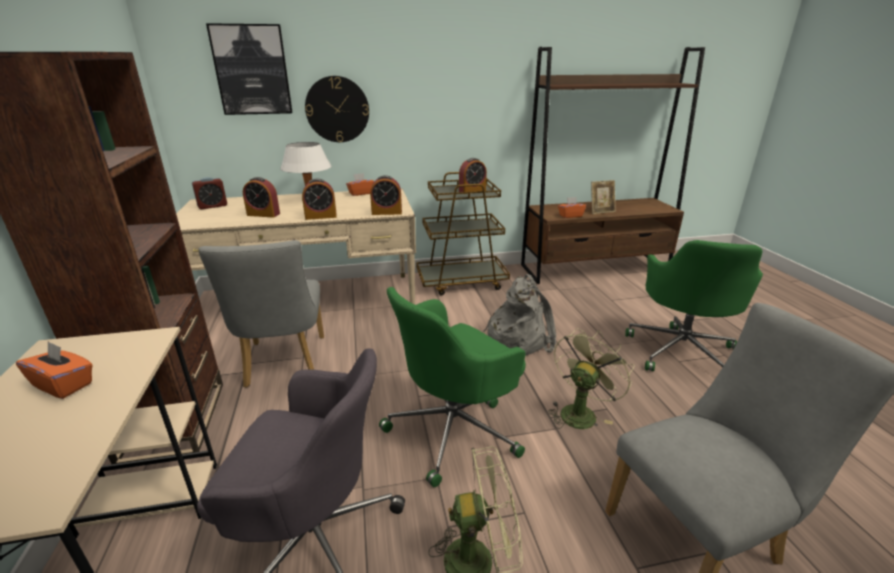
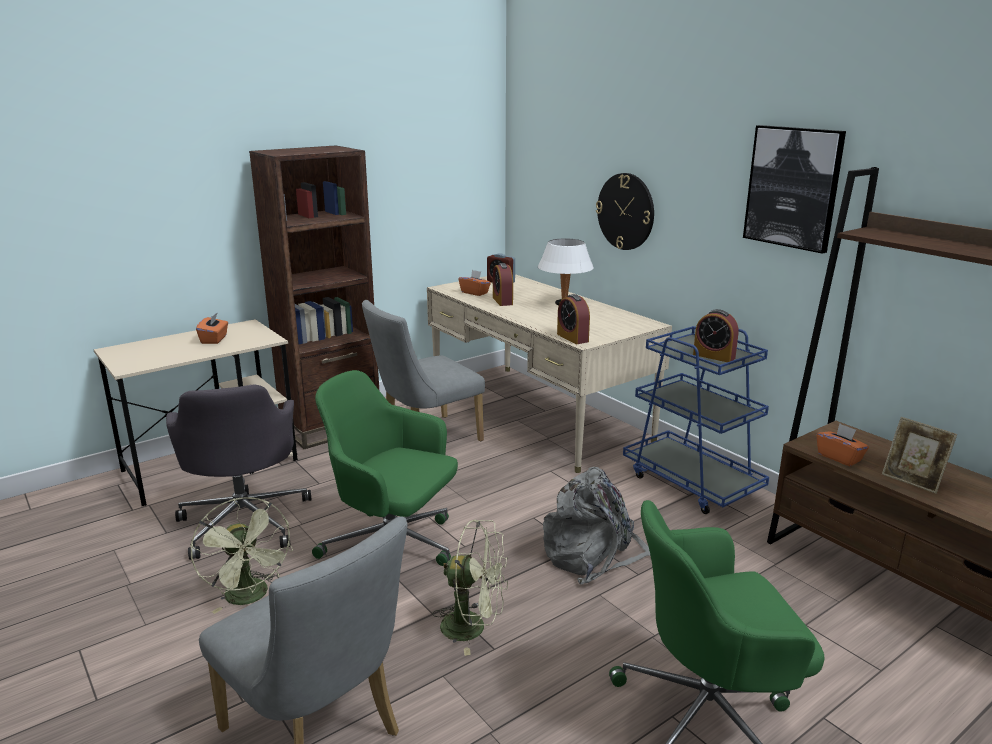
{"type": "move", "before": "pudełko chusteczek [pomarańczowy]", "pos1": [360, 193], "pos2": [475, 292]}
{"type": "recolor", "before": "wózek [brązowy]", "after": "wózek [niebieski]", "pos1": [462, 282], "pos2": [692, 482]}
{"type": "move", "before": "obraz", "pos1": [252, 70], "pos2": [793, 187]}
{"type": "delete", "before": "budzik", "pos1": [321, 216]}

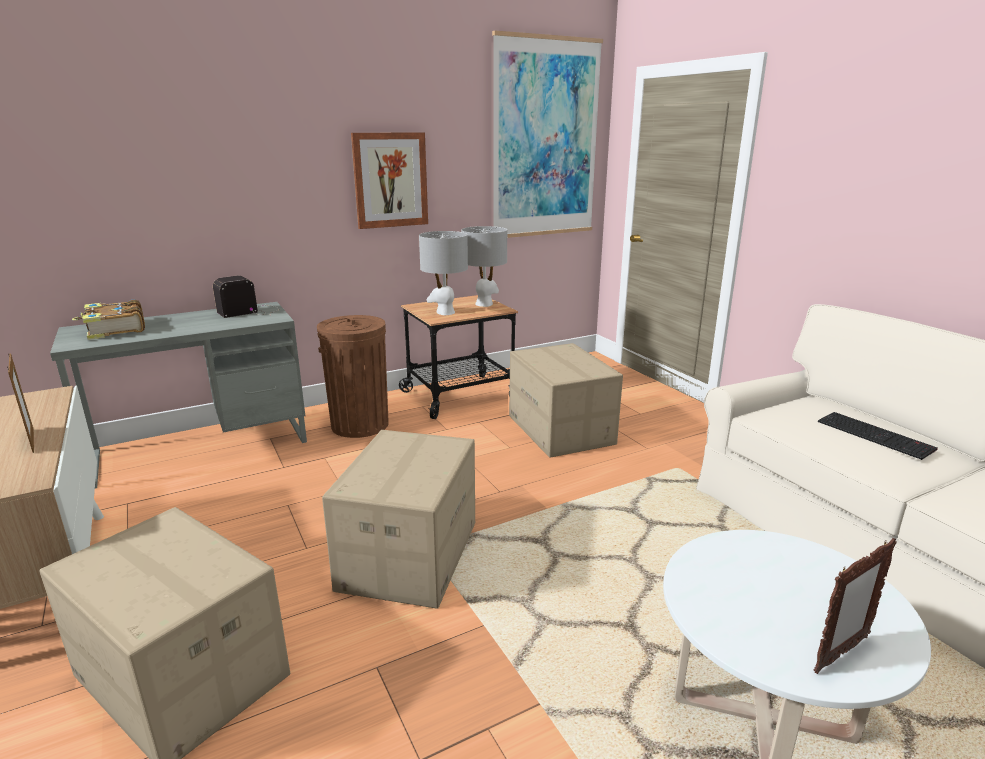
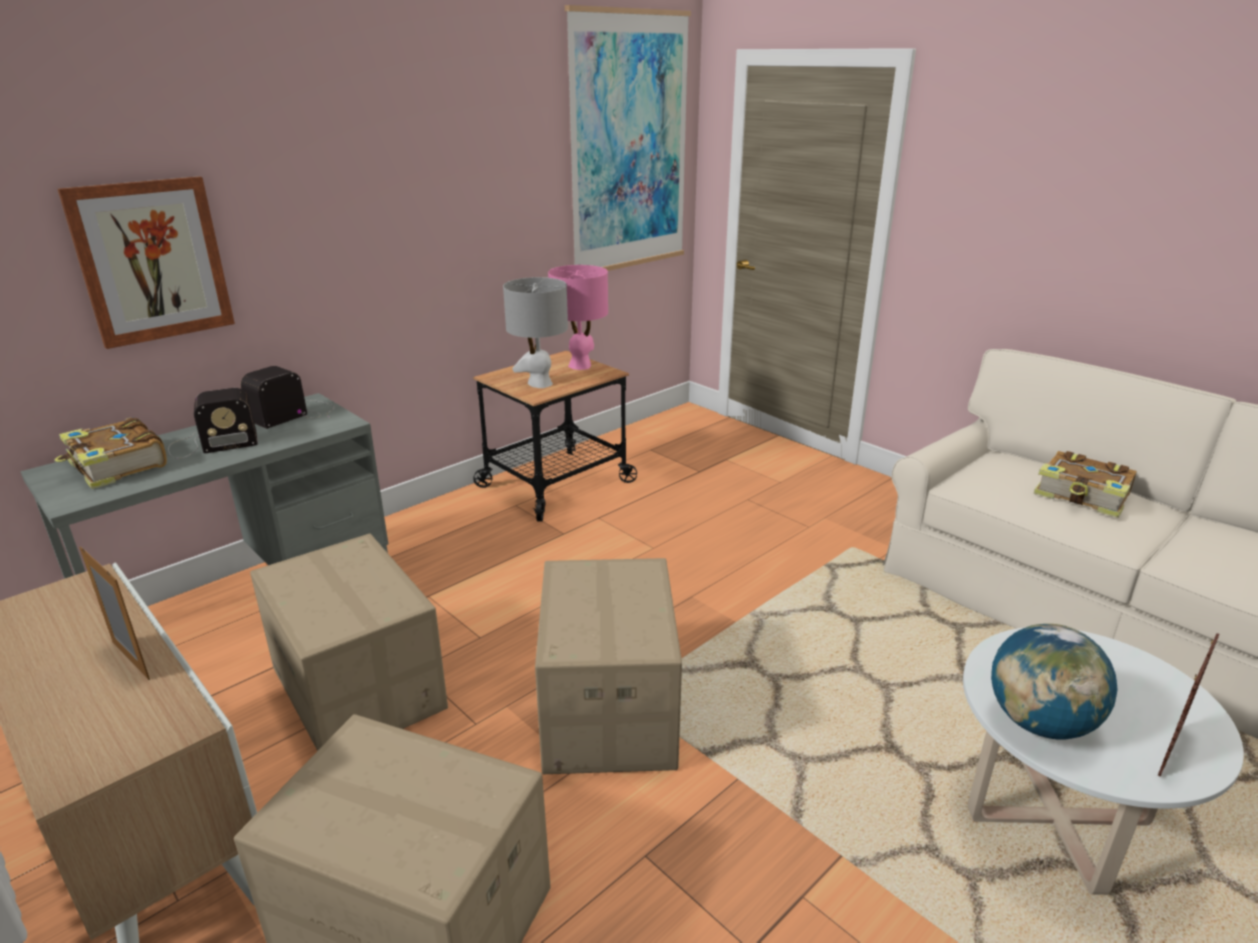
{"type": "move", "before": "obraz", "pos1": [390, 180], "pos2": [152, 261]}
{"type": "insert", "after": "radio", "pos2": [210, 444]}
{"type": "move", "before": "karton", "pos1": [561, 430], "pos2": [360, 688]}
{"type": "recolor", "before": "lampa stołowa [szary]", "after": "lampa stołowa [różowy]", "pos1": [484, 304], "pos2": [580, 365]}
{"type": "insert", "after": "globus", "pos2": [1039, 723]}
{"type": "replace", "before": "klawiatura", "after": "książka", "pos1": [876, 435], "pos2": [1083, 496]}
{"type": "delete", "before": "kosz na śmieci [brązowy]", "pos1": [360, 424]}

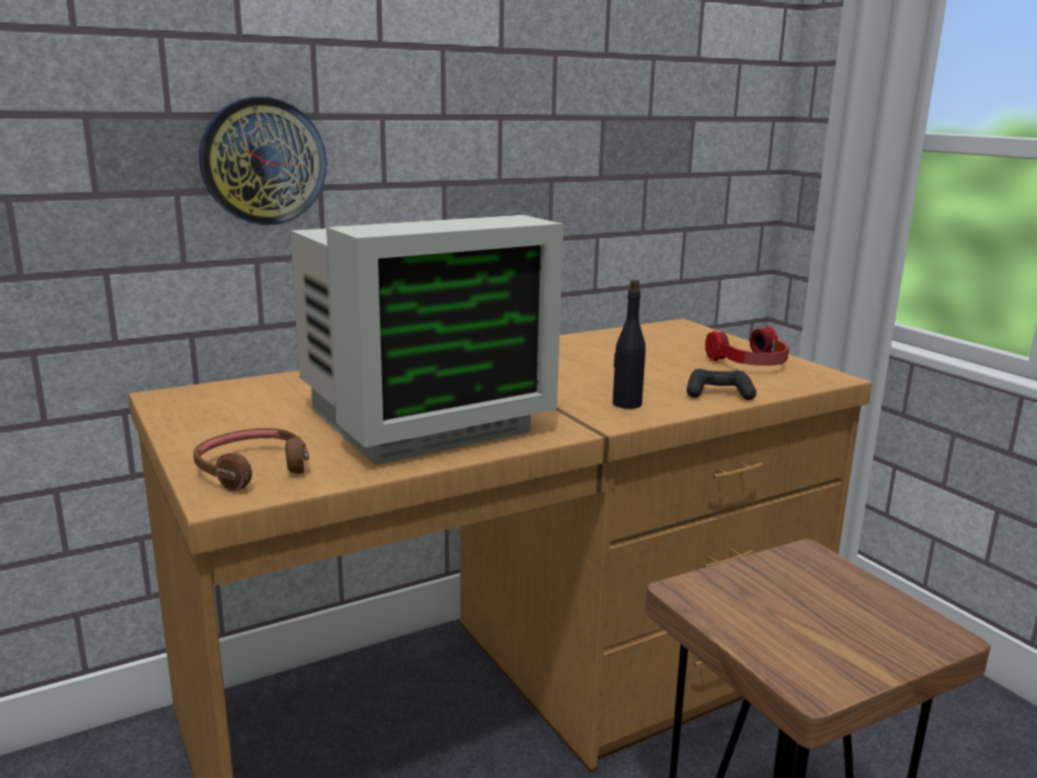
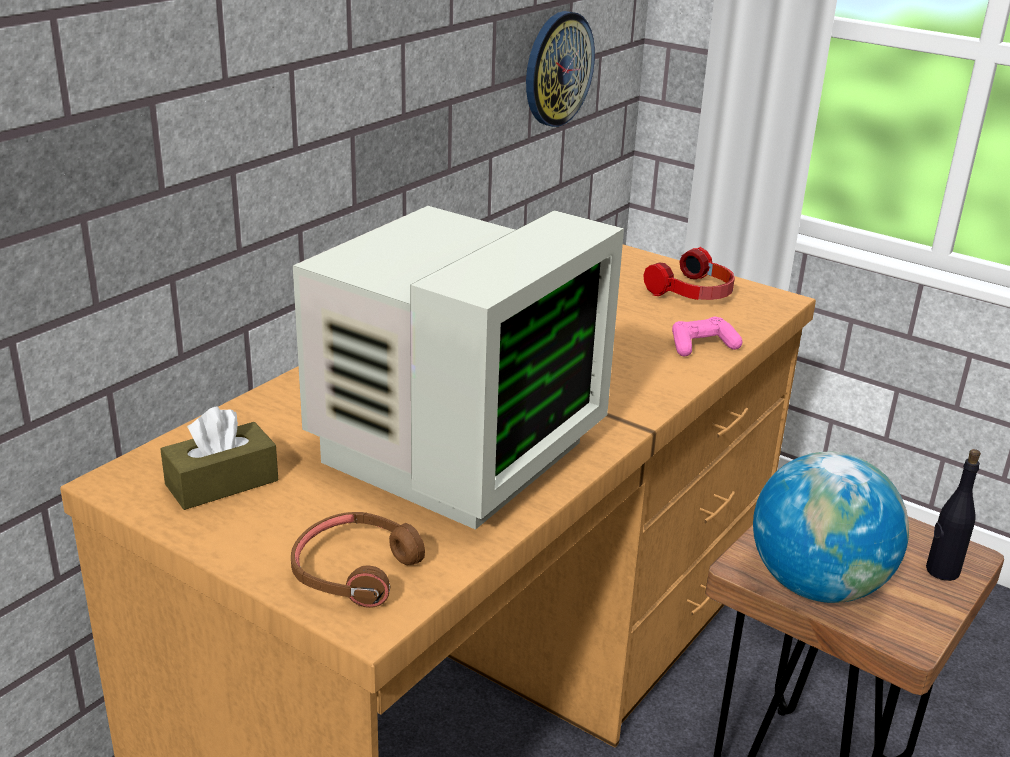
{"type": "insert", "after": "pudełko chusteczek [brązowy]", "pos2": [222, 482]}
{"type": "move", "before": "zegar ścienny", "pos1": [263, 161], "pos2": [557, 69]}
{"type": "recolor", "before": "pad do gier [czarny]", "after": "pad do gier [różowy]", "pos1": [719, 394], "pos2": [702, 346]}
{"type": "insert", "after": "globus", "pos2": [817, 585]}
{"type": "move", "before": "butelka [czarny]", "pos1": [626, 404], "pos2": [942, 571]}

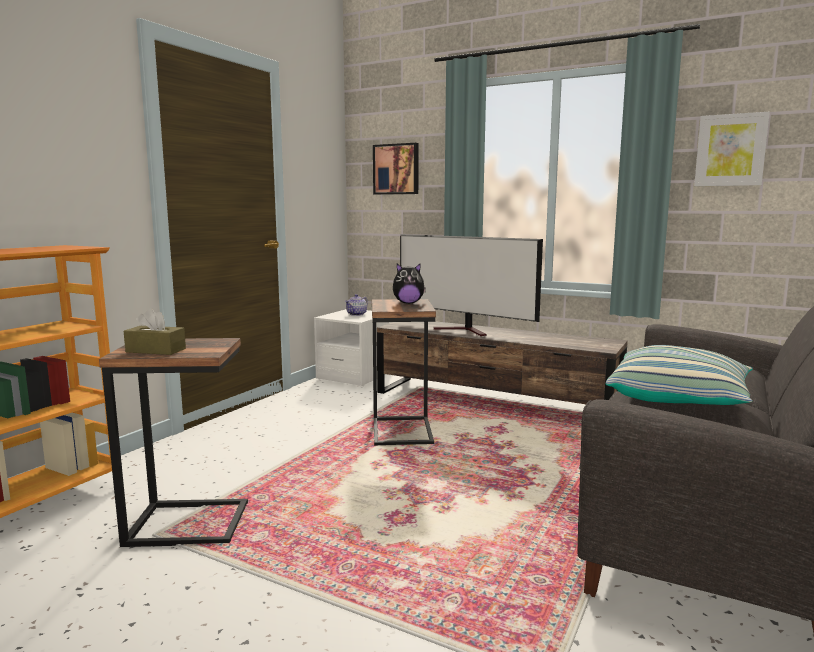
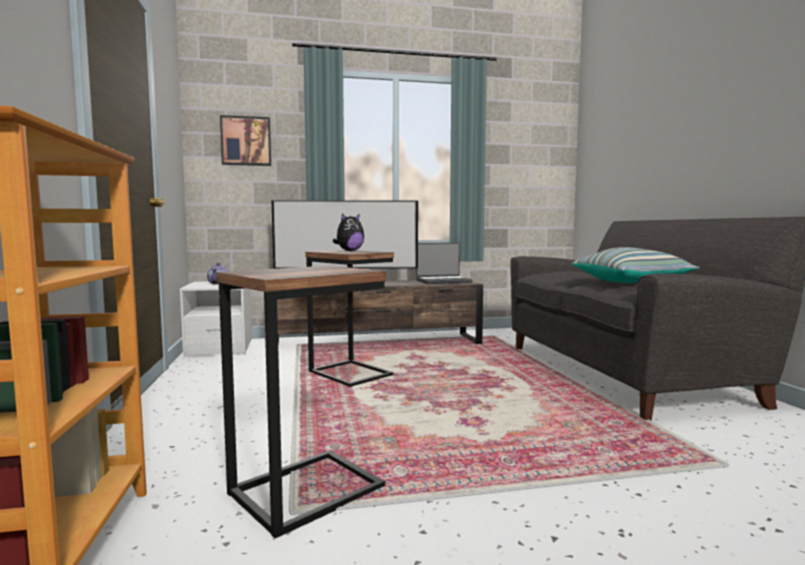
{"type": "insert", "after": "laptop", "pos2": [443, 281]}
{"type": "delete", "before": "pudełko chusteczek [brązowy]", "pos1": [156, 350]}
{"type": "delete", "before": "obraz", "pos1": [730, 150]}

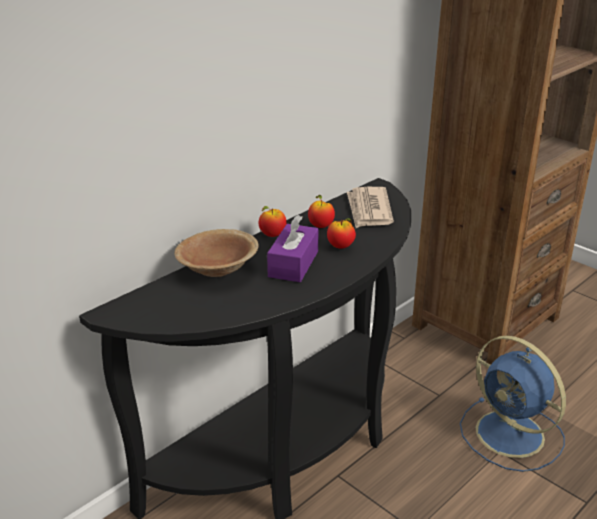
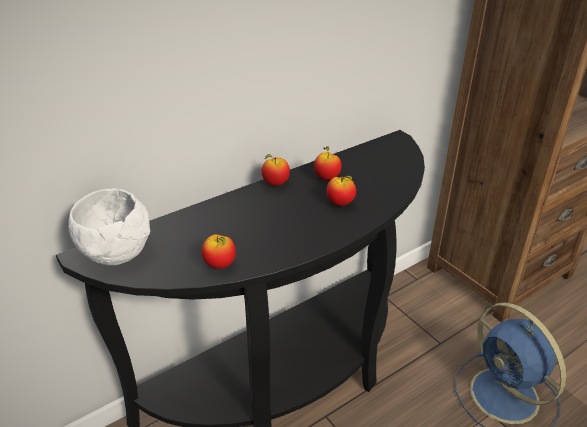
{"type": "insert", "after": "miska [biały]", "pos2": [116, 252]}
{"type": "insert", "after": "jabłko", "pos2": [220, 265]}
{"type": "delete", "before": "miska [brązowy]", "pos1": [217, 269]}
{"type": "delete", "before": "pudełko chusteczek [fioletowy]", "pos1": [293, 264]}
{"type": "delete", "before": "gazeta", "pos1": [369, 210]}

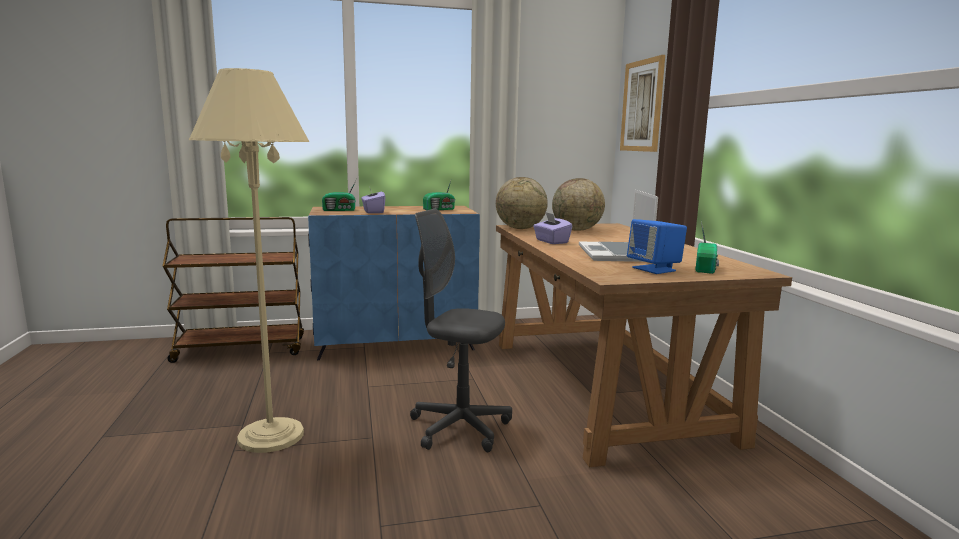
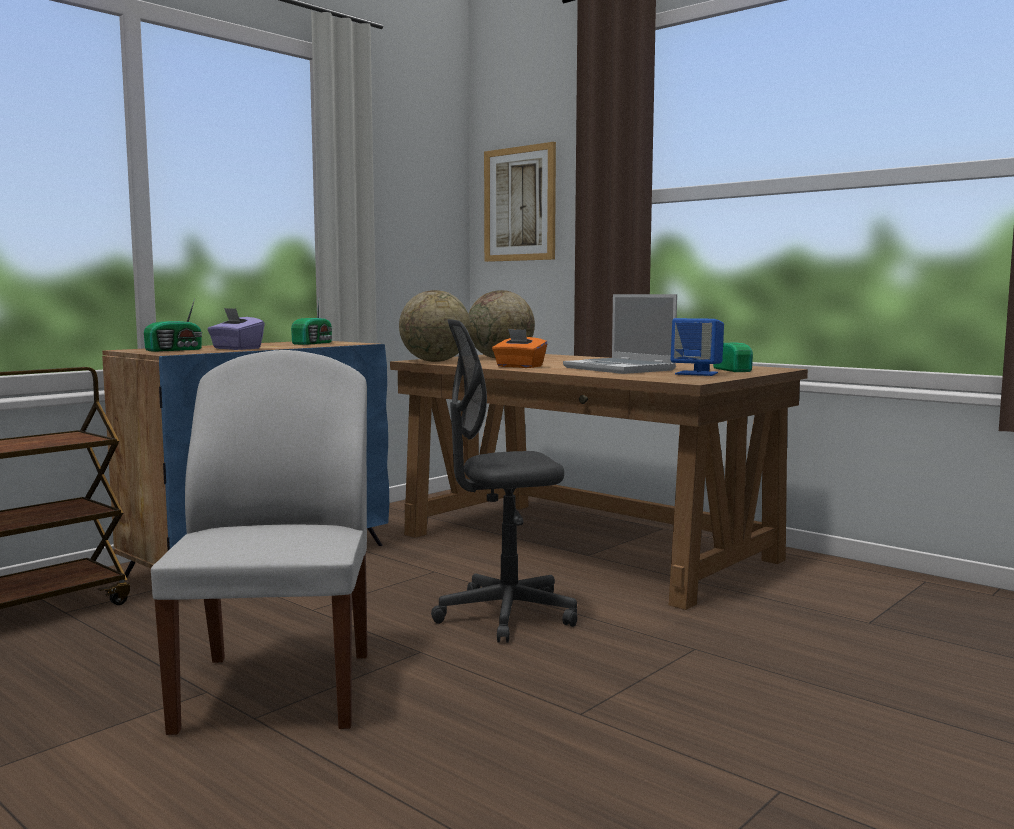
{"type": "replace", "before": "lampa stojąca [beżowy]", "after": "krzesło [biały]", "pos1": [271, 436], "pos2": [279, 689]}
{"type": "recolor", "before": "pudełko chusteczek [fioletowy]", "after": "pudełko chusteczek [pomarańczowy]", "pos1": [551, 241], "pos2": [519, 366]}

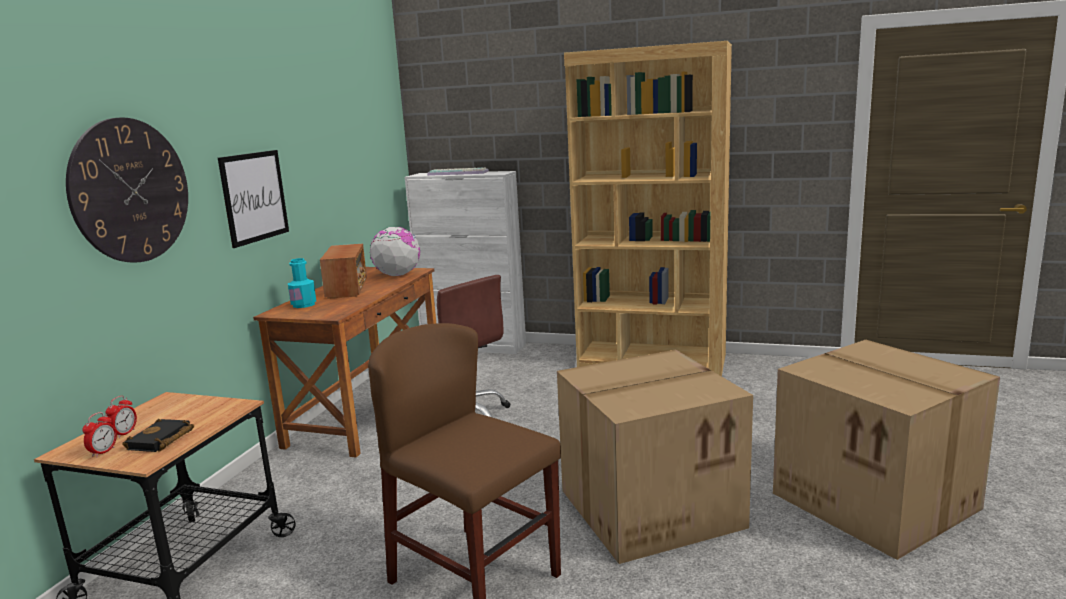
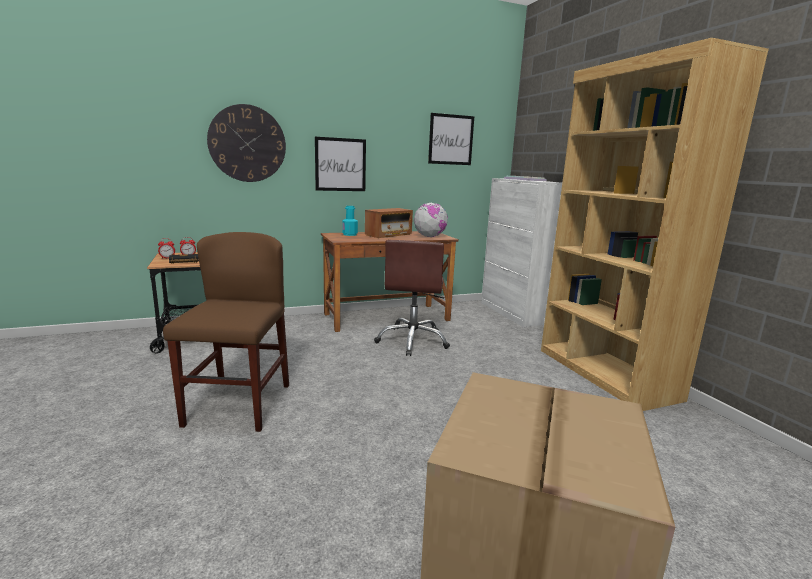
{"type": "insert", "after": "obraz", "pos2": [451, 139]}
{"type": "delete", "before": "karton", "pos1": [651, 506]}

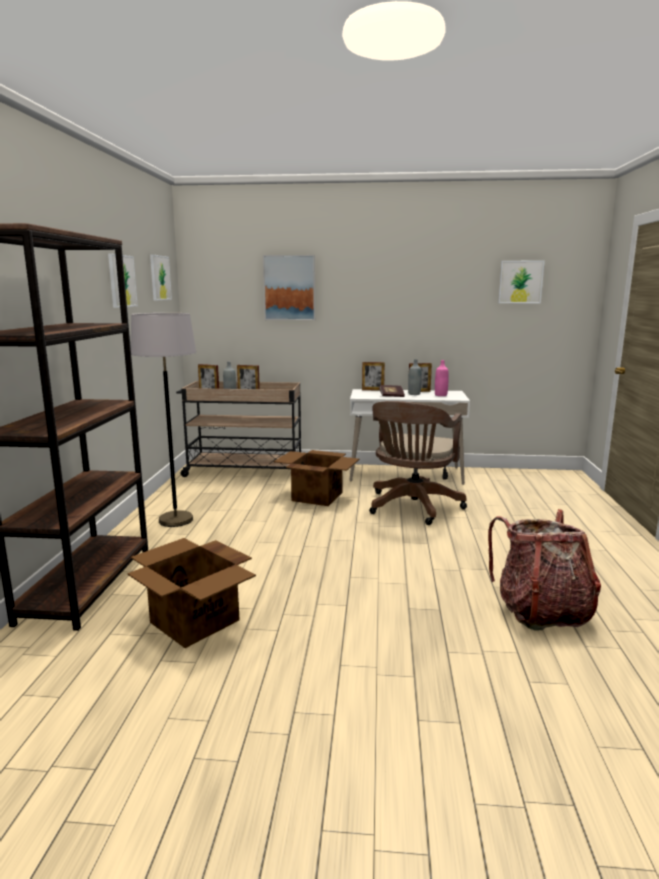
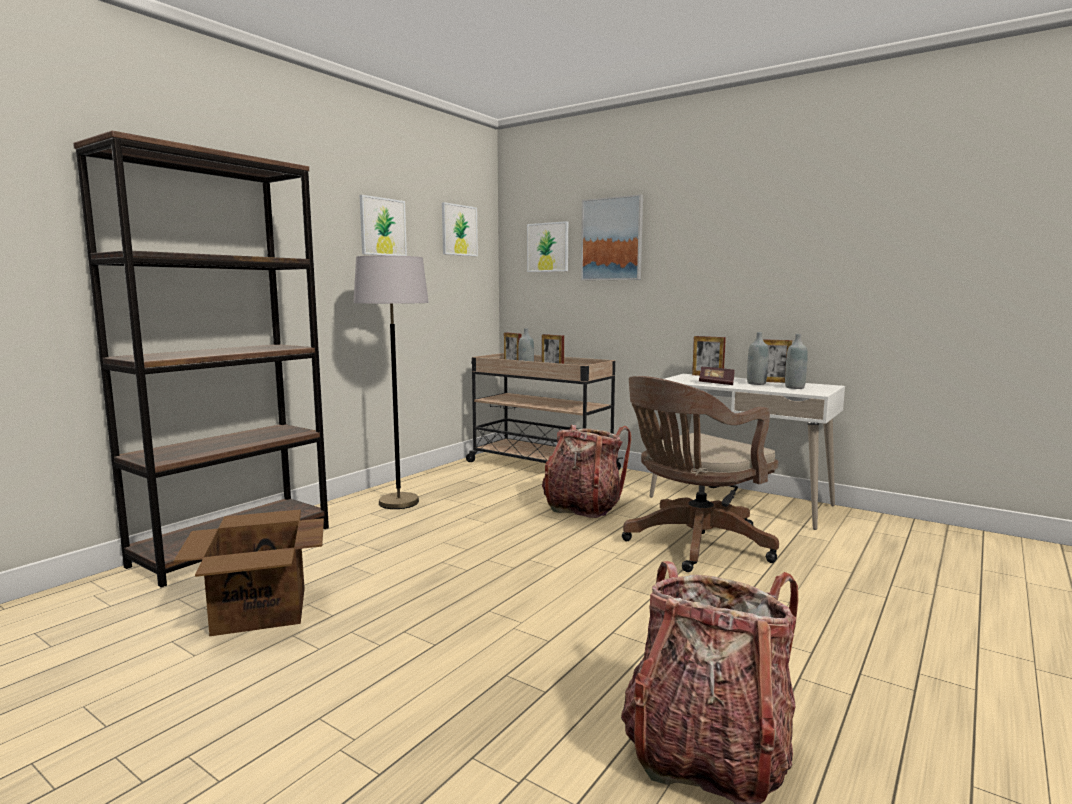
{"type": "move", "before": "obraz", "pos1": [520, 282], "pos2": [548, 247]}
{"type": "replace", "before": "karton", "after": "plecak", "pos1": [316, 496], "pos2": [583, 507]}
{"type": "recolor", "before": "butelka [różowy]", "after": "butelka [szary]", "pos1": [440, 395], "pos2": [794, 387]}

